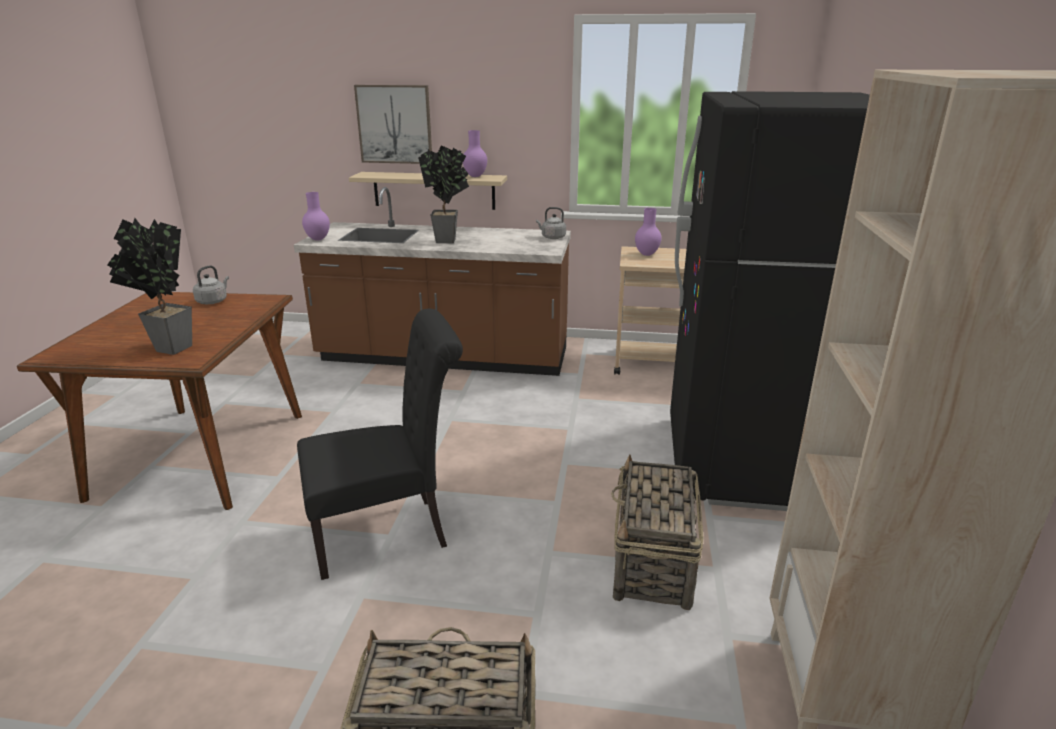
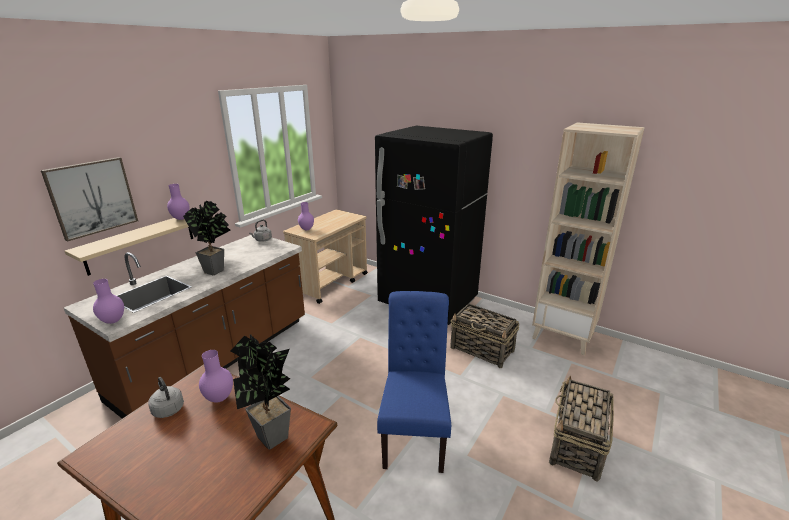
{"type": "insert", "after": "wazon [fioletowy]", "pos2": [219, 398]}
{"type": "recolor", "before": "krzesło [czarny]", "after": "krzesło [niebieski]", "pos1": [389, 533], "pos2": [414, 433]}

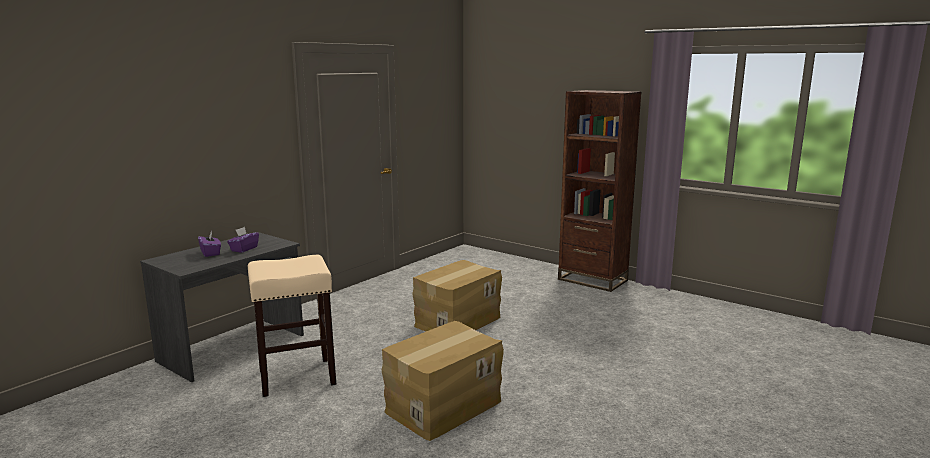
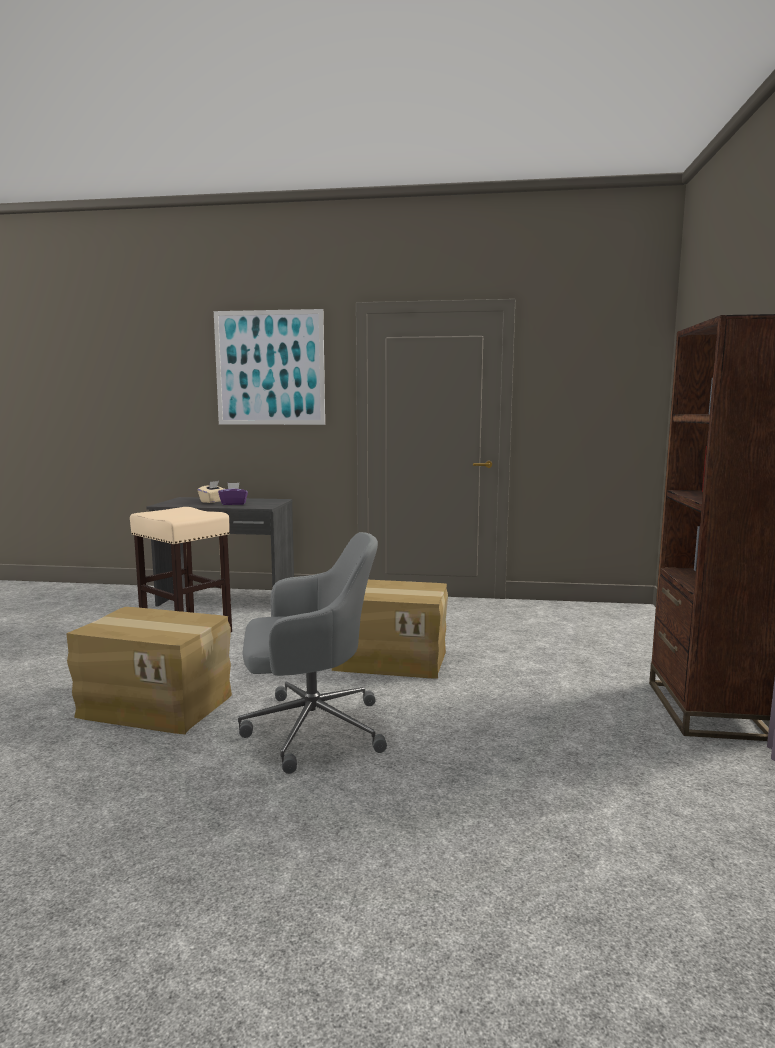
{"type": "recolor", "before": "pudełko chusteczek [fioletowy]", "after": "pudełko chusteczek [beżowy]", "pos1": [210, 253], "pos2": [213, 501]}
{"type": "insert", "after": "obraz", "pos2": [270, 368]}
{"type": "insert", "after": "krzesło biurowe [szary]", "pos2": [310, 729]}

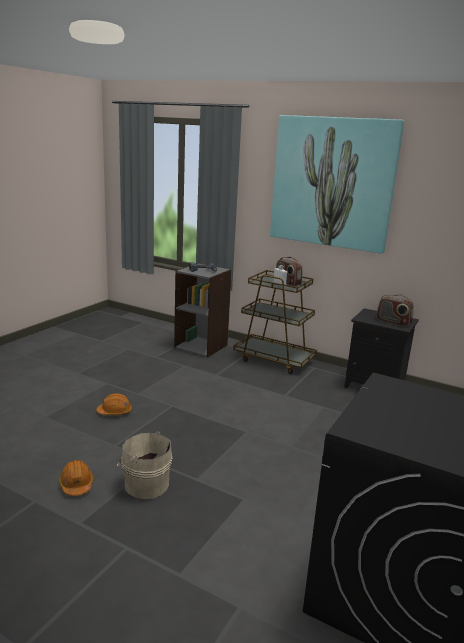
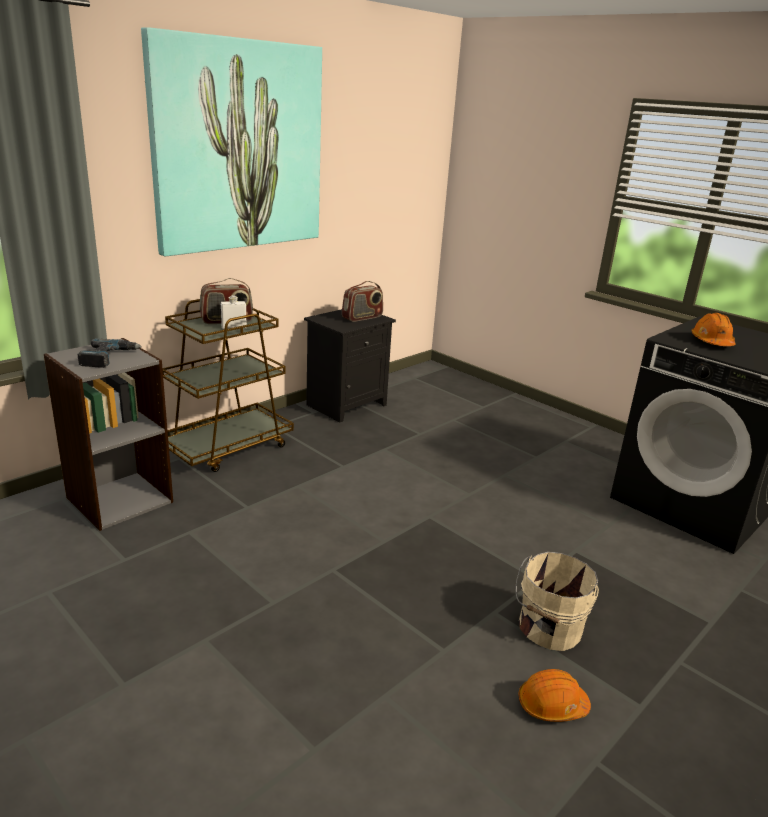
{"type": "move", "before": "kask [pomarańczowy]", "pos1": [115, 412], "pos2": [711, 342]}

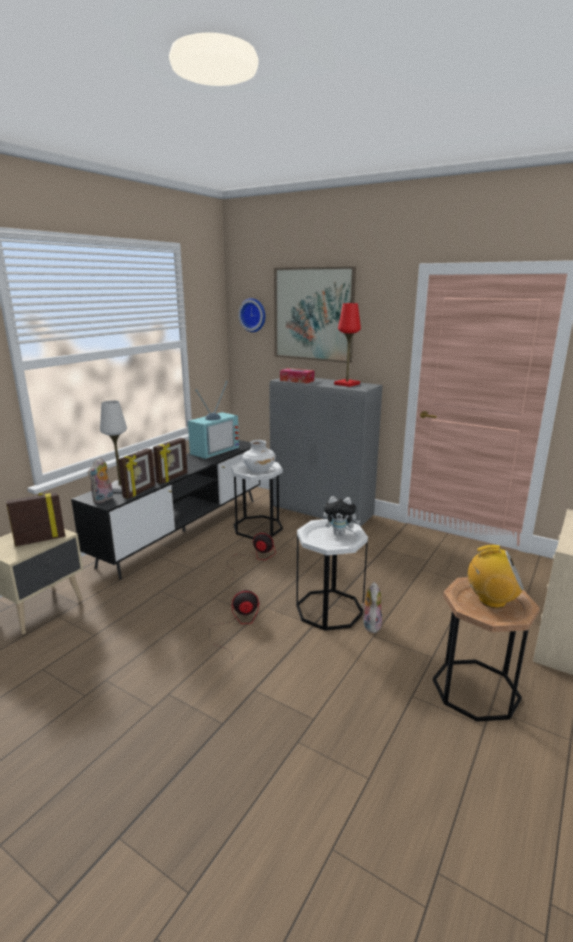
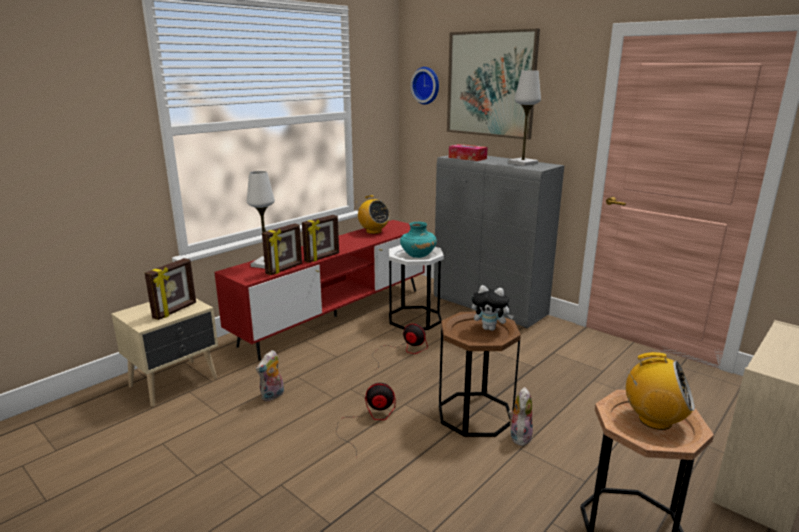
{"type": "rotate", "before": "ramka na zdjęcie", "pos1": [40, 540], "pos2": [175, 311], "turn": 135}
{"type": "recolor", "before": "szafka pod telewizor [czarny]", "after": "szafka pod telewizor [czerwony]", "pos1": [184, 531], "pos2": [335, 316]}
{"type": "move", "before": "pluszak", "pos1": [103, 499], "pos2": [272, 396]}
{"type": "replace", "before": "telewizor", "after": "radio", "pos1": [213, 450], "pos2": [373, 231]}
{"type": "recolor", "before": "wazon [biały]", "after": "wazon [turkusowy]", "pos1": [259, 470], "pos2": [418, 255]}
{"type": "recolor", "before": "stolik [biały]", "after": "stolik [brązowy]", "pos1": [329, 609], "pos2": [475, 414]}
{"type": "recolor", "before": "lampa stołowa [czerwony]", "after": "lampa stołowa [biały]", "pos1": [347, 384], "pos2": [523, 163]}

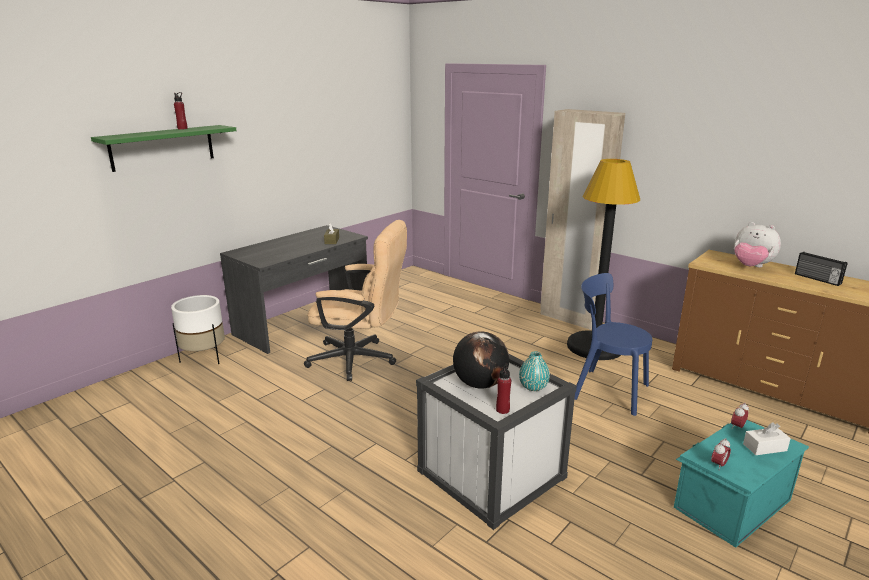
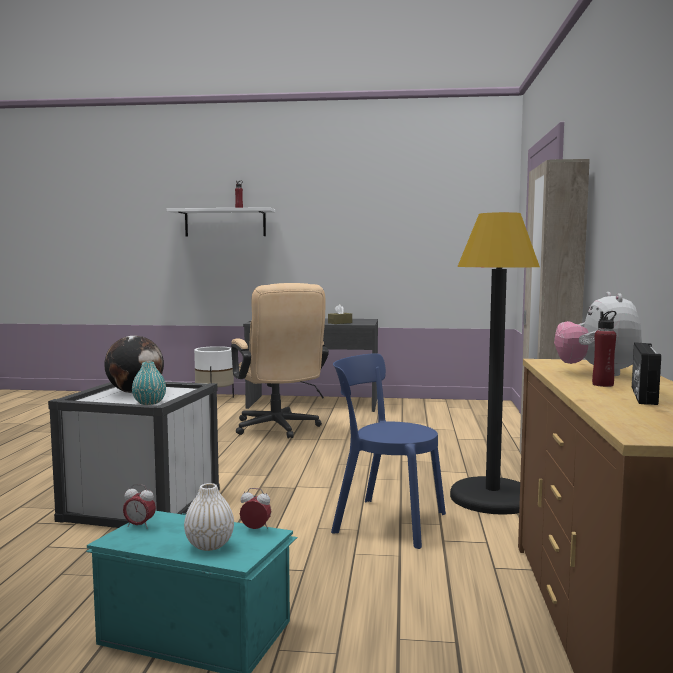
{"type": "recolor", "before": "półka [zielony]", "after": "półka [biały]", "pos1": [162, 147], "pos2": [225, 223]}
{"type": "replace", "before": "pudełko chusteczek [biały]", "after": "wazon [biały]", "pos1": [764, 447], "pos2": [210, 545]}
{"type": "rotate", "before": "krzesło [niebieski]", "pos1": [606, 390], "pos2": [384, 521], "turn": -60}
{"type": "move", "before": "butelka [czerwony]", "pos1": [502, 410], "pos2": [603, 384]}

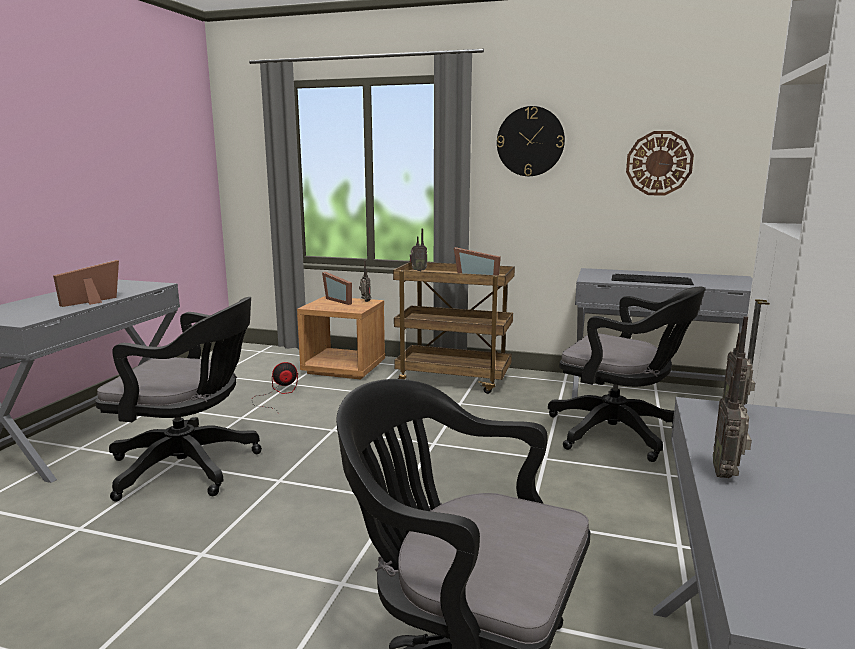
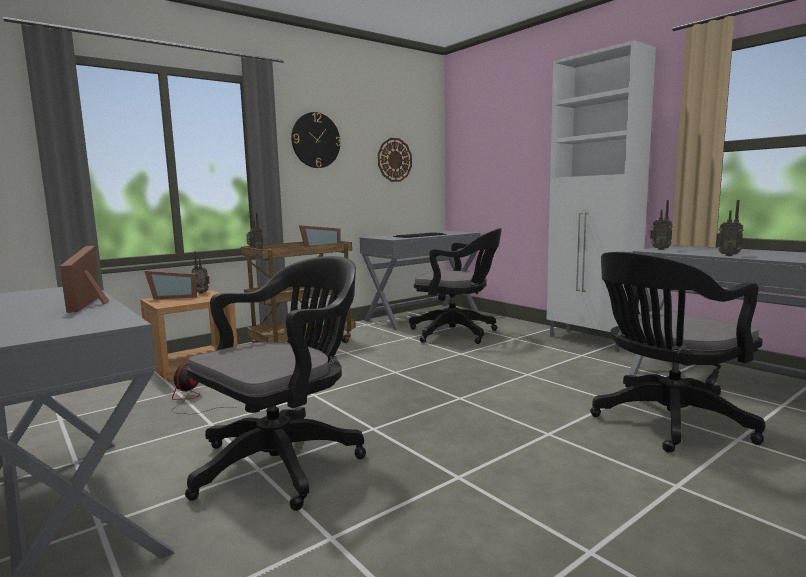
{"type": "rotate", "before": "krzesło biurowe [czarny]", "pos1": [619, 434], "pos2": [457, 334], "turn": 45}

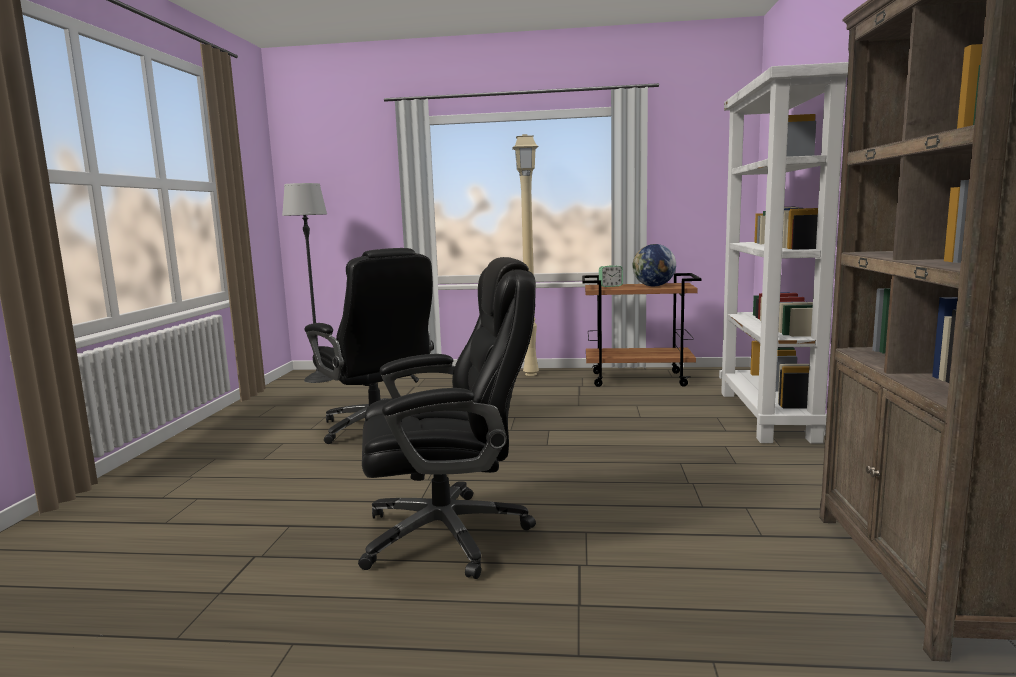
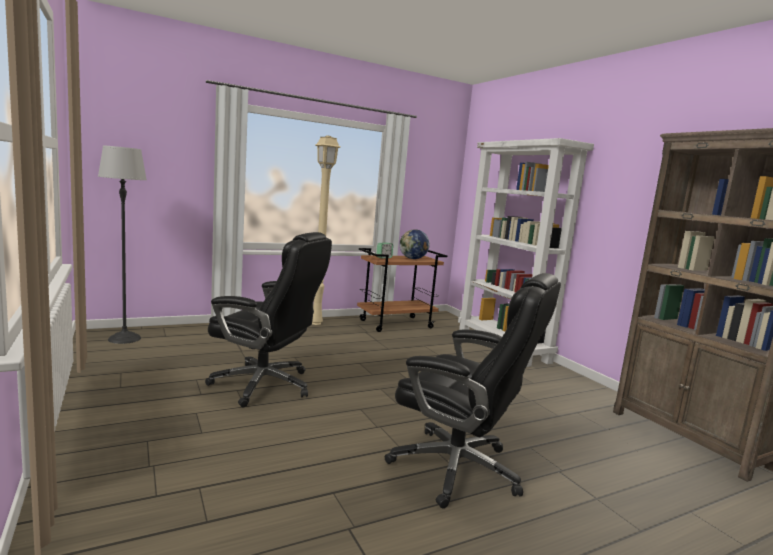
{"type": "rotate", "before": "krzesło biurowe [czarny]", "pos1": [449, 534], "pos2": [458, 469], "turn": 75}

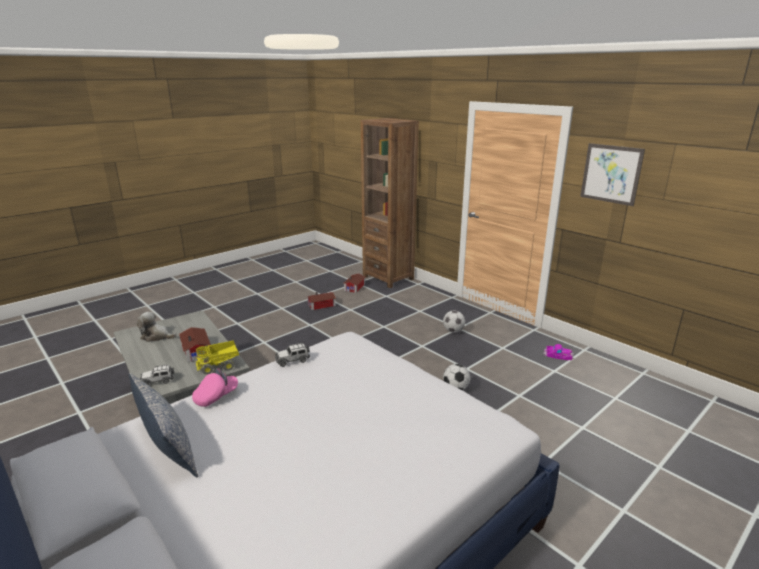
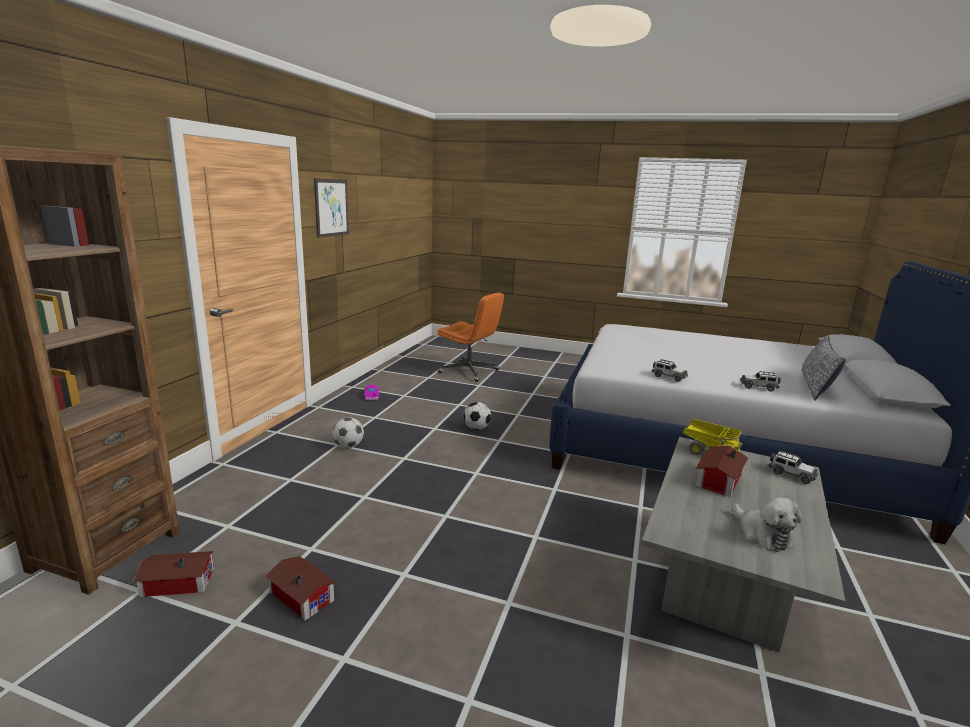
{"type": "insert", "after": "krzesło biurowe [pomarańczowy]", "pos2": [469, 371]}
{"type": "replace", "before": "czapka z daszkiem [różowy]", "after": "samochodzik", "pos1": [216, 396], "pos2": [758, 387]}

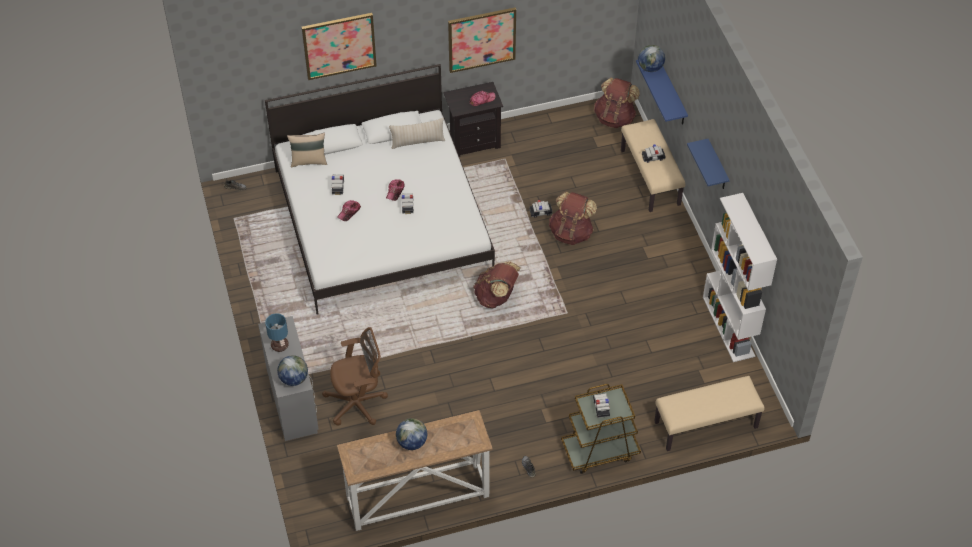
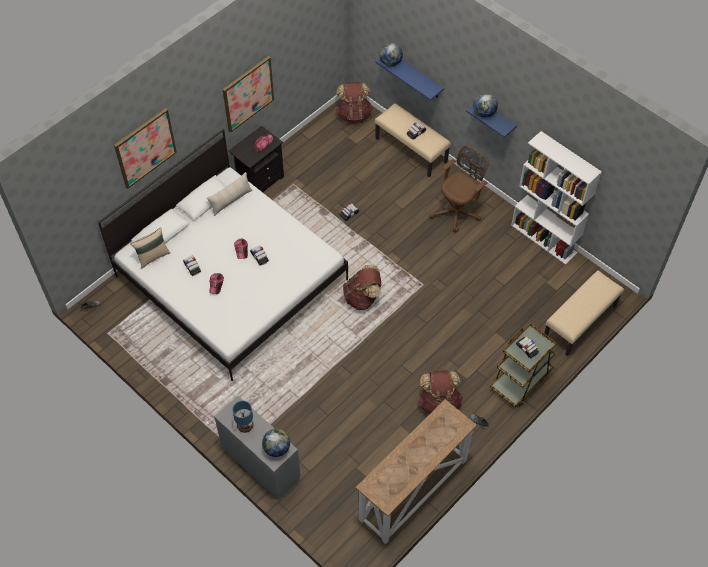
{"type": "move", "before": "plecak [brązowy]", "pos1": [571, 233], "pos2": [439, 403]}
{"type": "move", "before": "krzesło biurowe [brązowy]", "pos1": [358, 403], "pos2": [458, 212]}
{"type": "move", "before": "globus", "pos1": [412, 442], "pos2": [484, 113]}

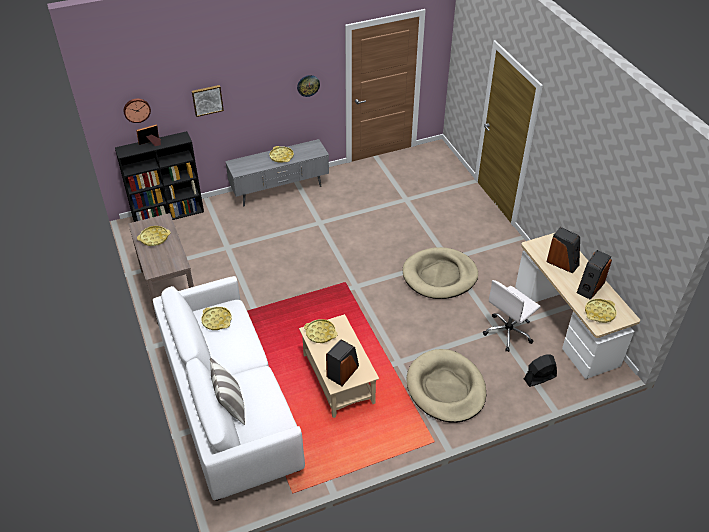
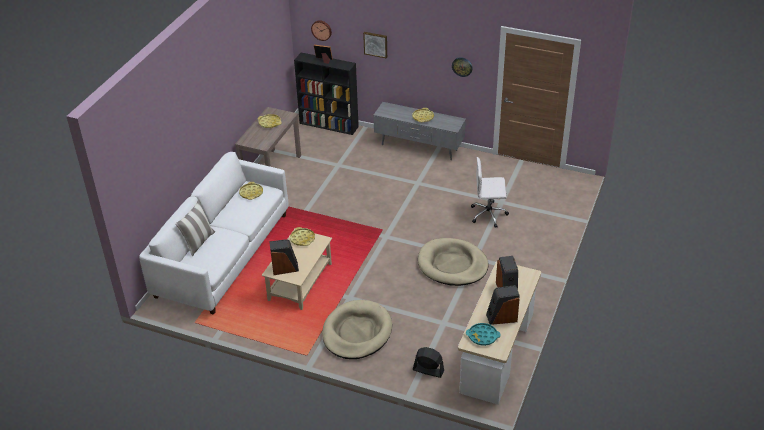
{"type": "recolor", "before": "taca [żółty]", "after": "taca [turkusowy]", "pos1": [600, 313], "pos2": [482, 336]}
{"type": "move", "before": "krzesło biurowe [biały]", "pos1": [508, 332], "pos2": [489, 214]}

